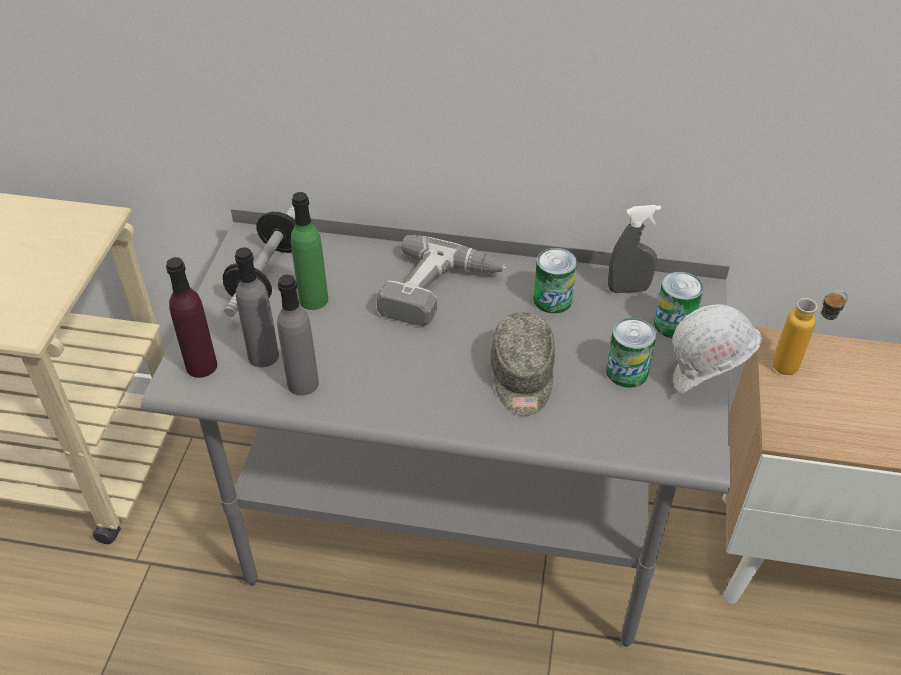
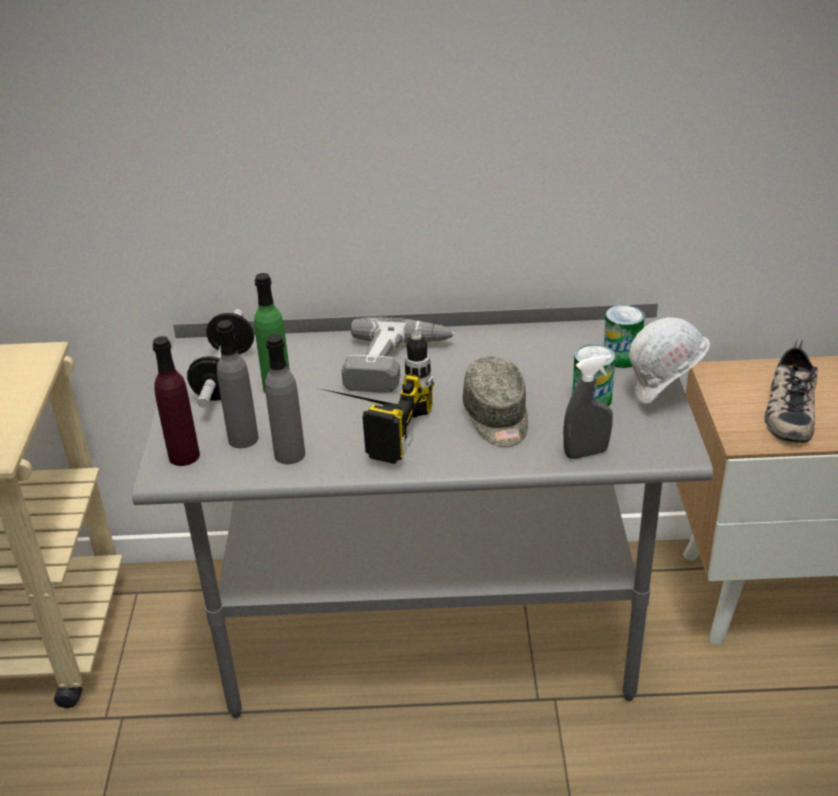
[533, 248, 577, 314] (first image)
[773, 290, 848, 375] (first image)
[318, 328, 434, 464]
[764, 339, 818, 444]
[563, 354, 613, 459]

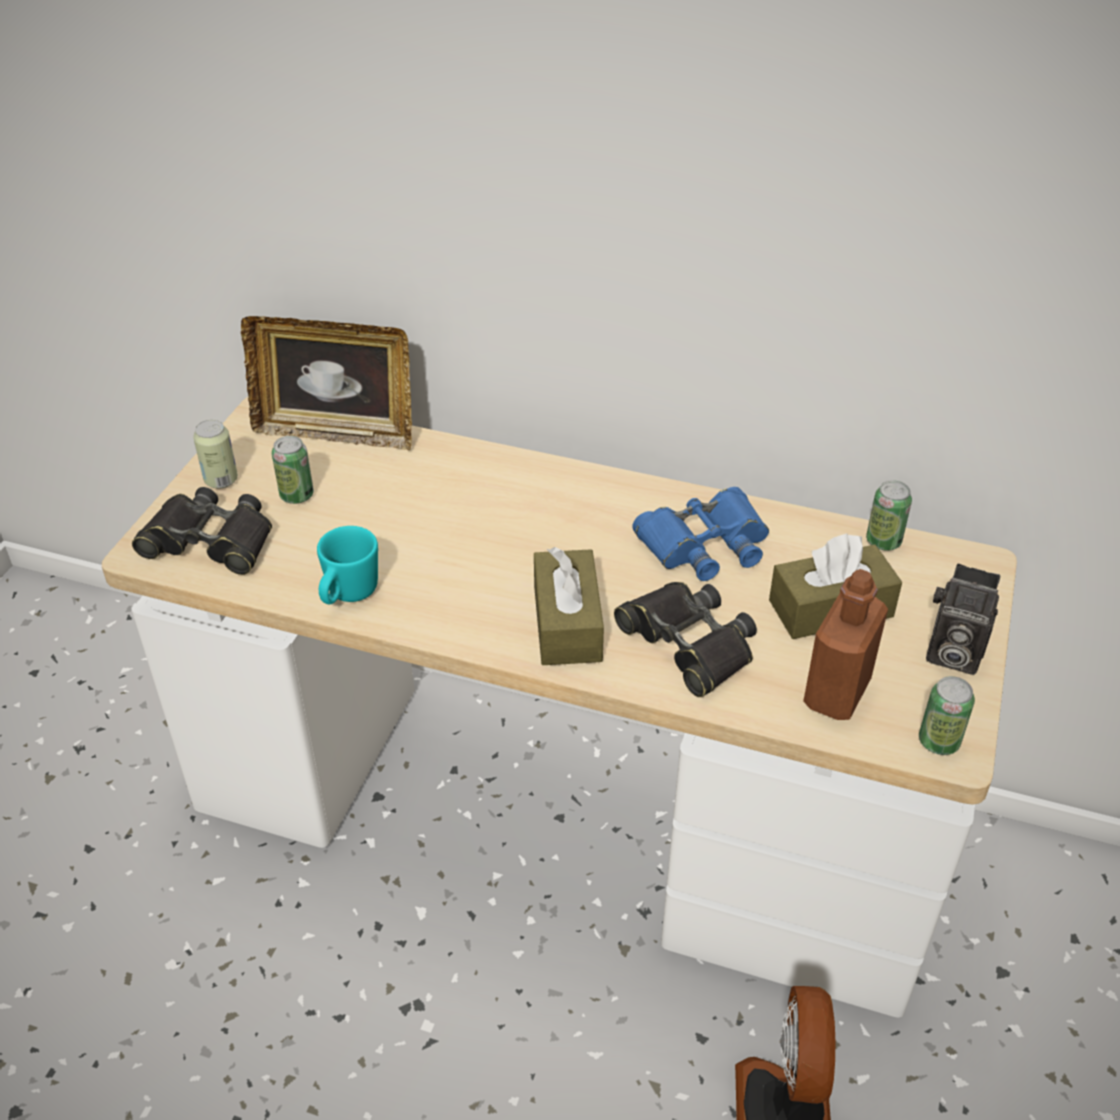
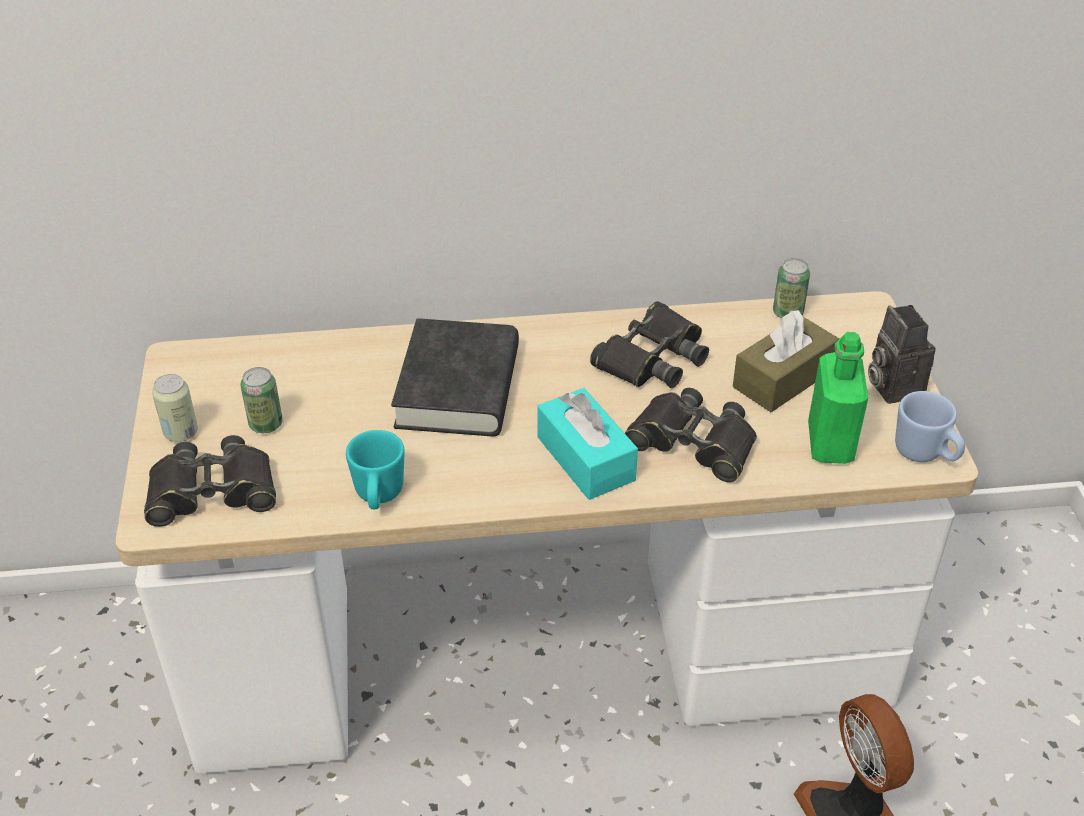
[241, 316, 412, 451] (first image)
[391, 318, 519, 436]
[895, 391, 965, 462]
[538, 388, 638, 500]
[590, 301, 709, 388]
[808, 332, 868, 464]
[868, 305, 936, 404]

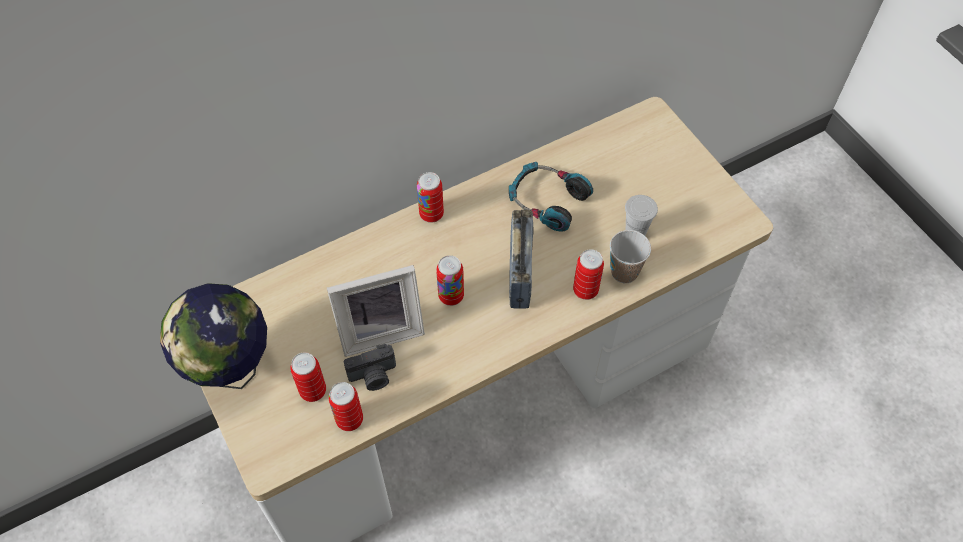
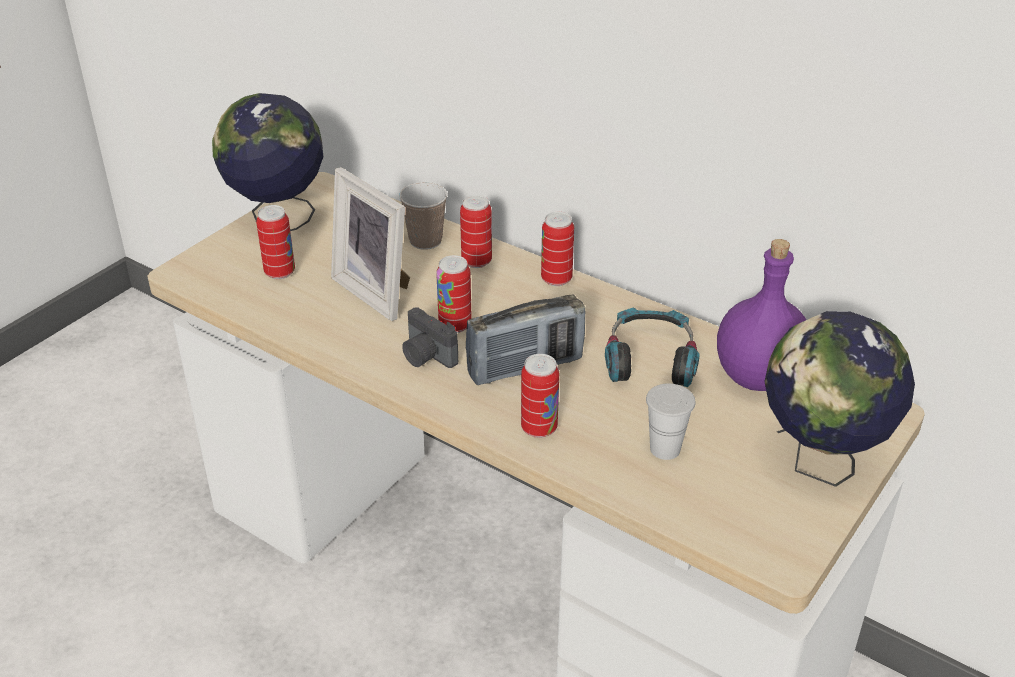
[717, 239, 806, 391]
[764, 311, 915, 487]
[460, 195, 492, 268]
[402, 307, 458, 368]
[399, 182, 448, 250]

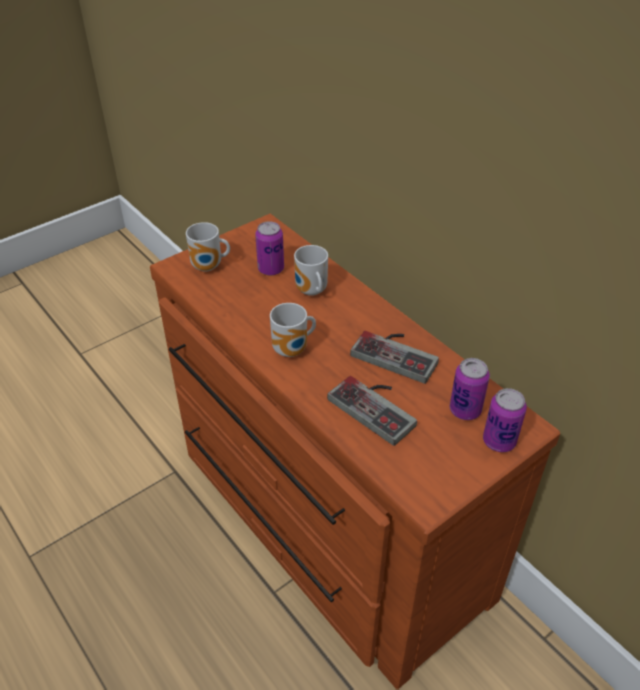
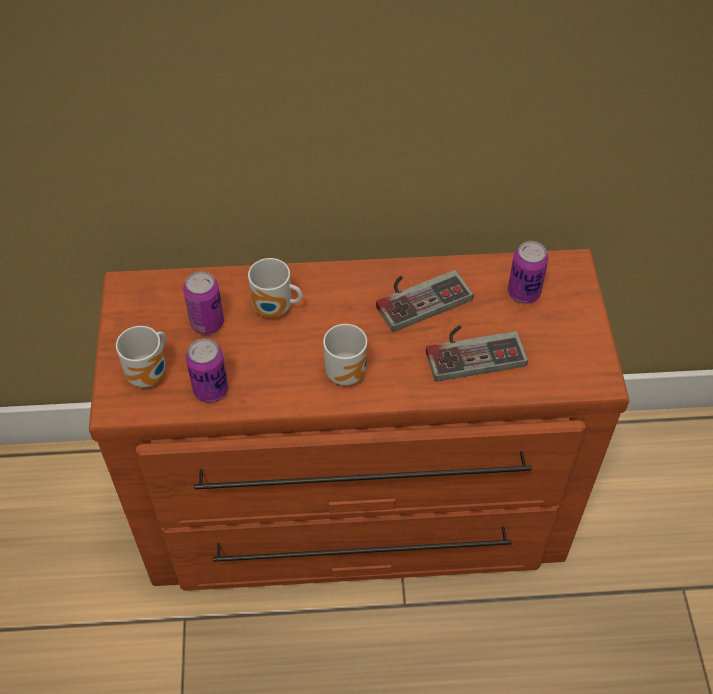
[186, 338, 228, 403]

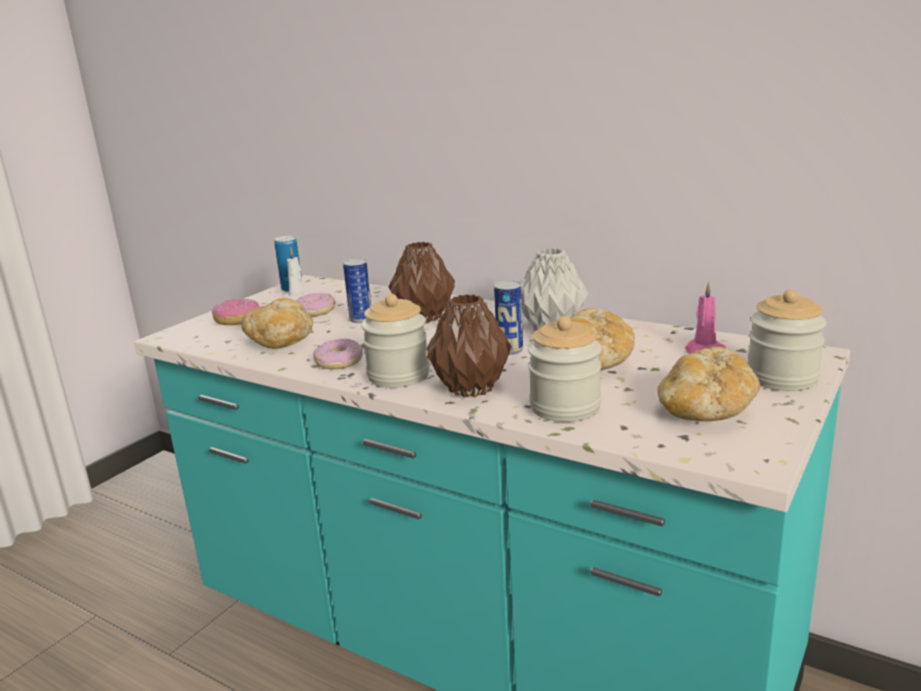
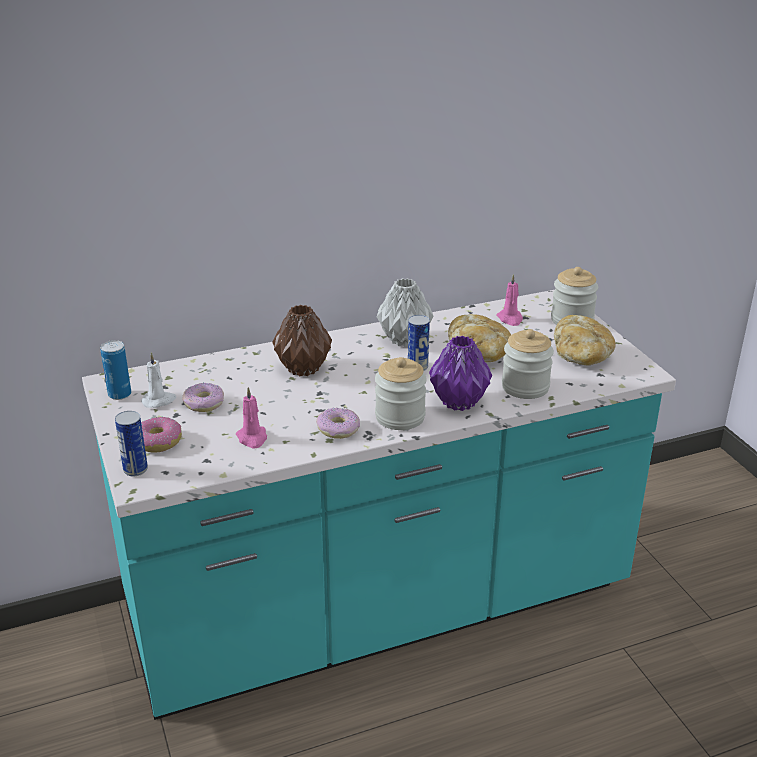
[115, 411, 148, 476]
[236, 387, 267, 448]
[429, 336, 492, 411]

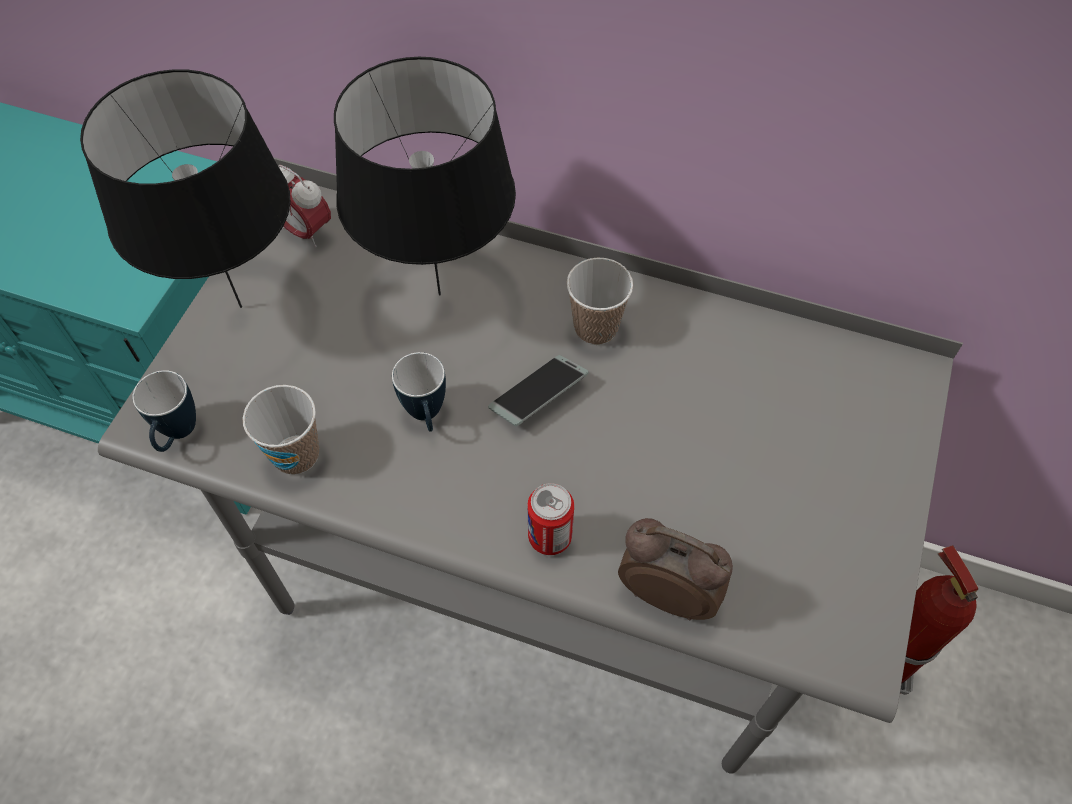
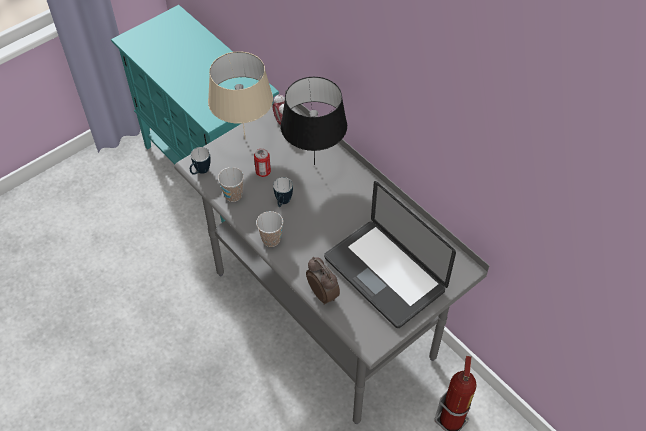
[488, 355, 589, 426] (first image)
[324, 181, 456, 328]
[254, 148, 271, 177]
[256, 211, 283, 247]
[208, 51, 273, 137]

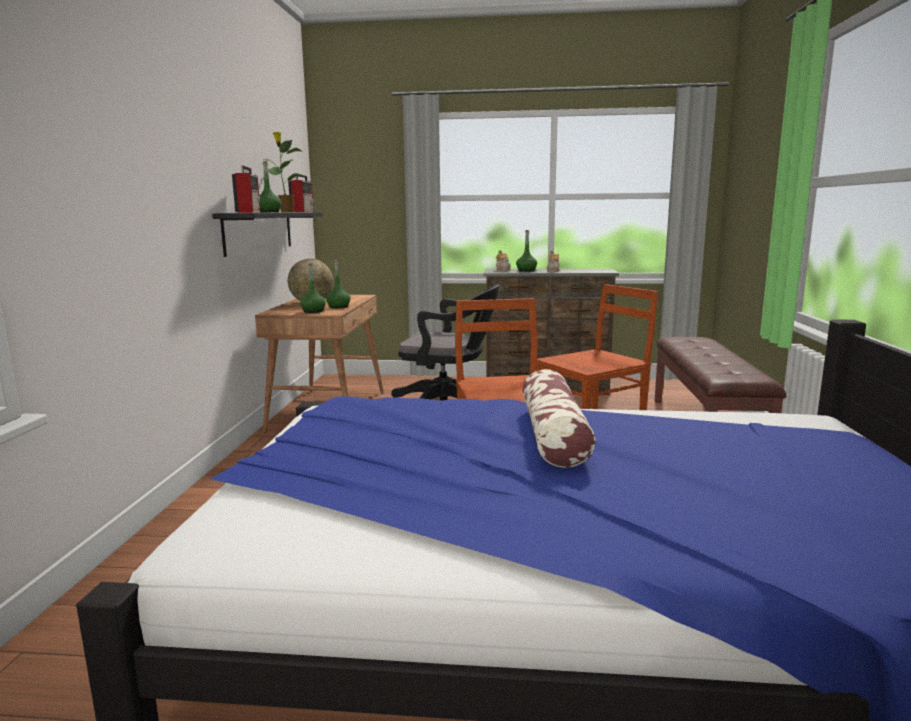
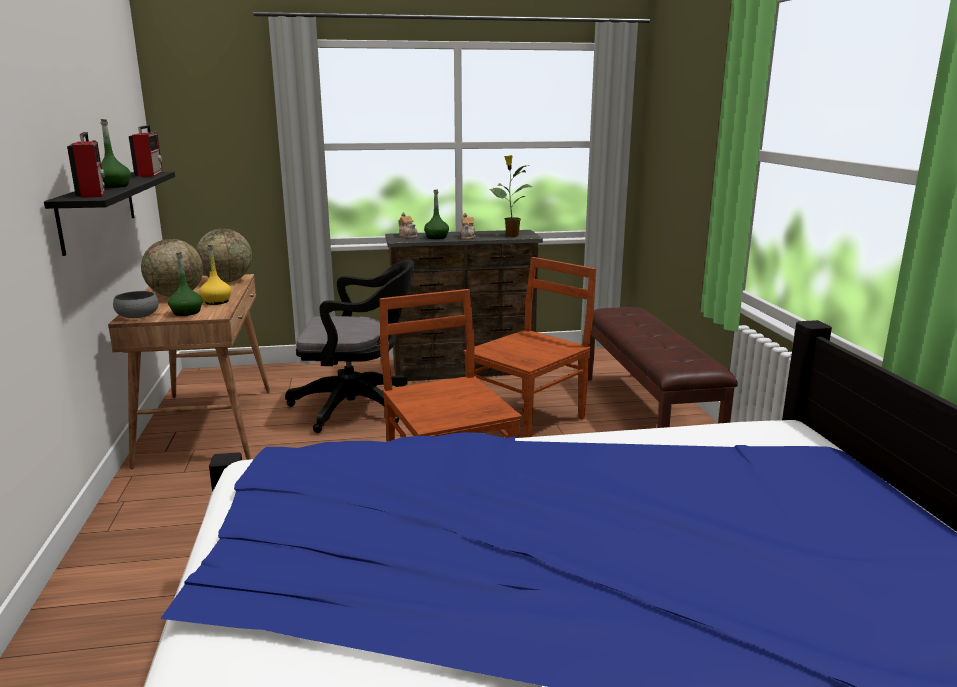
[523, 369, 595, 468] (first image)
[113, 291, 159, 318]
[196, 229, 252, 282]
[489, 155, 532, 237]
[199, 244, 232, 305]

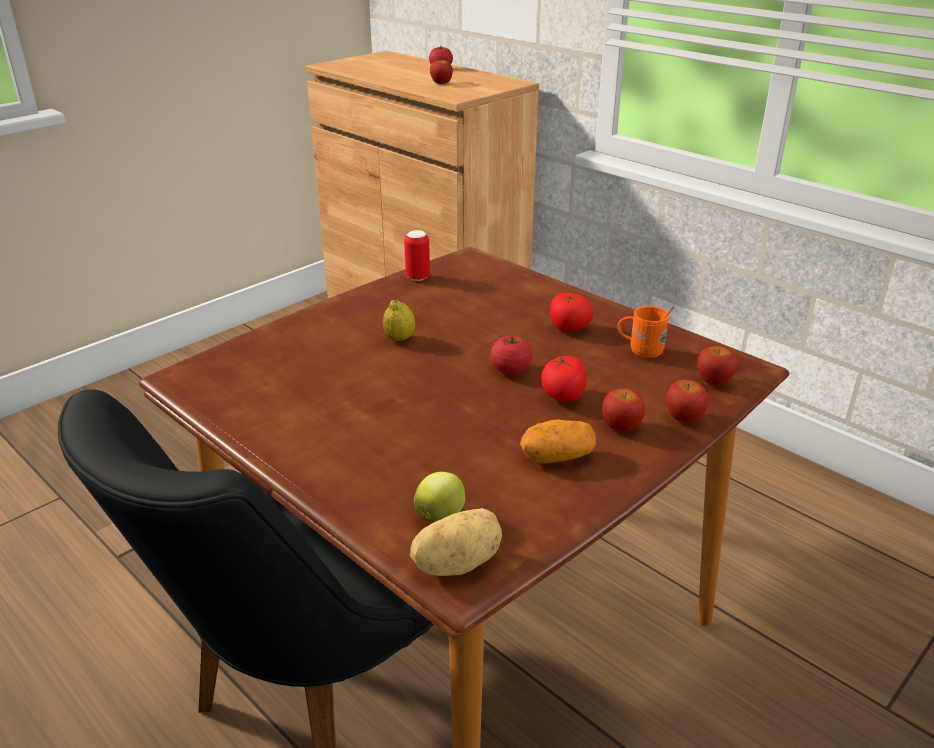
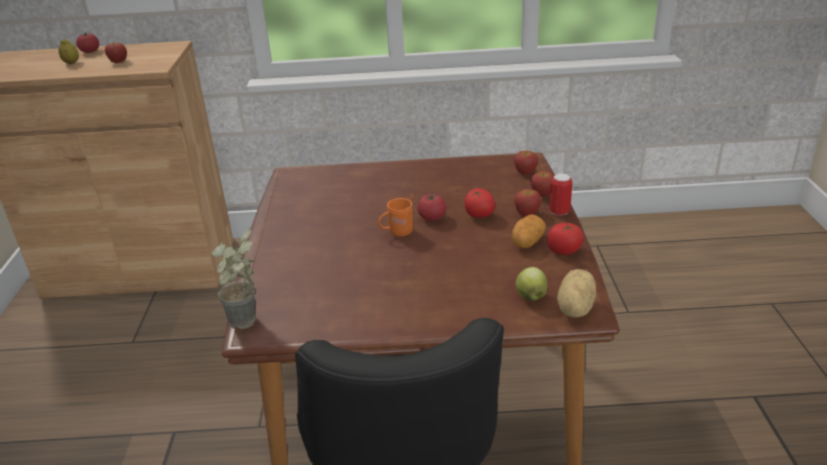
[211, 227, 256, 329]
[59, 39, 79, 64]
[549, 174, 572, 216]
[547, 223, 584, 255]
[378, 193, 413, 237]

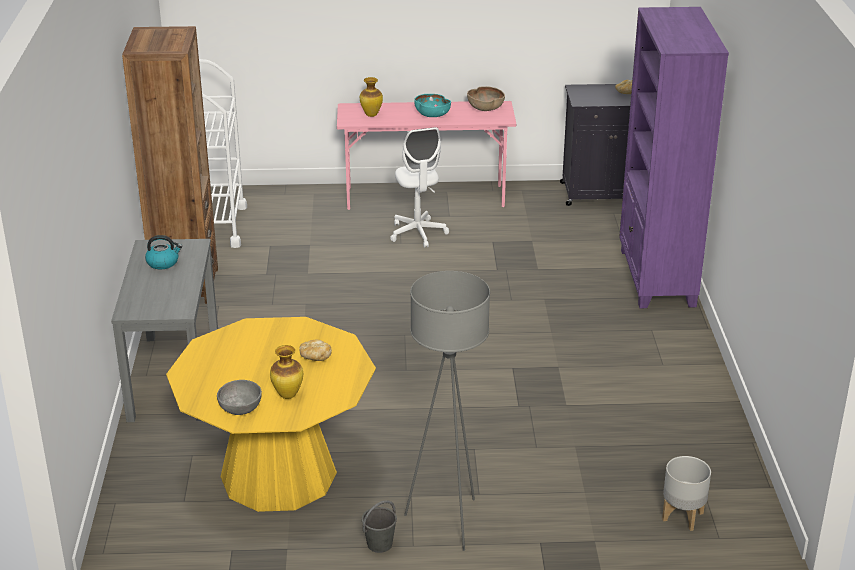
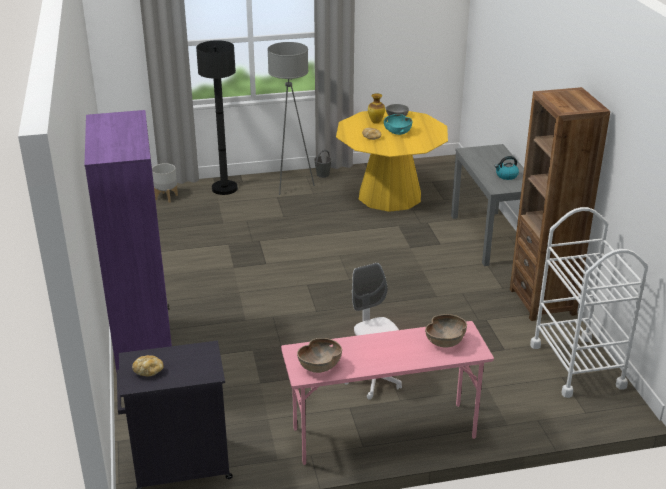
[196, 40, 238, 195]
[384, 114, 412, 135]
[425, 314, 467, 348]

